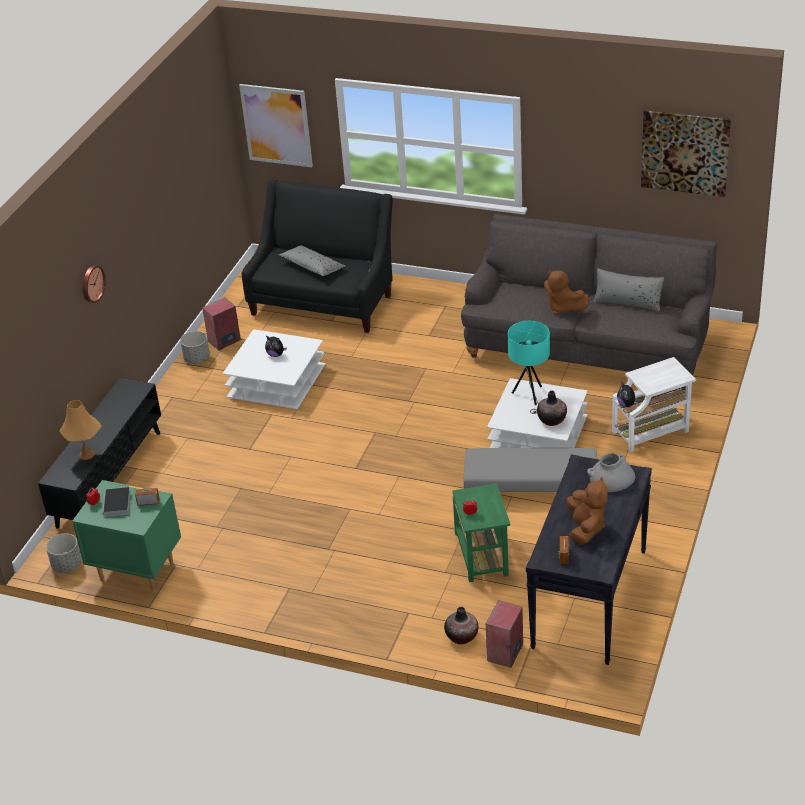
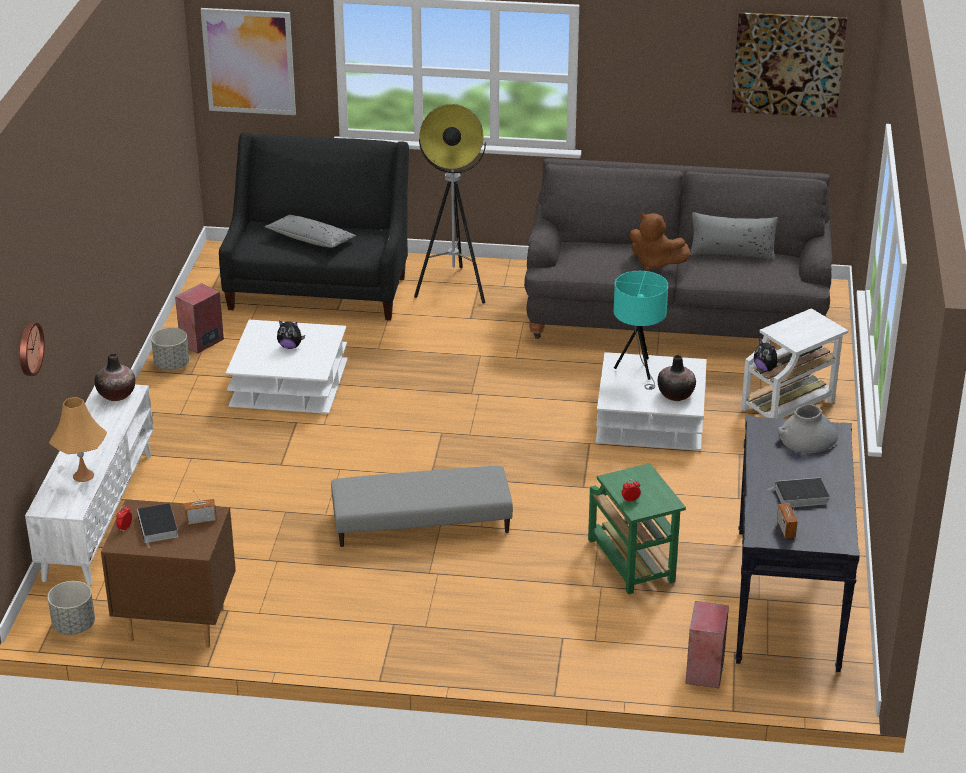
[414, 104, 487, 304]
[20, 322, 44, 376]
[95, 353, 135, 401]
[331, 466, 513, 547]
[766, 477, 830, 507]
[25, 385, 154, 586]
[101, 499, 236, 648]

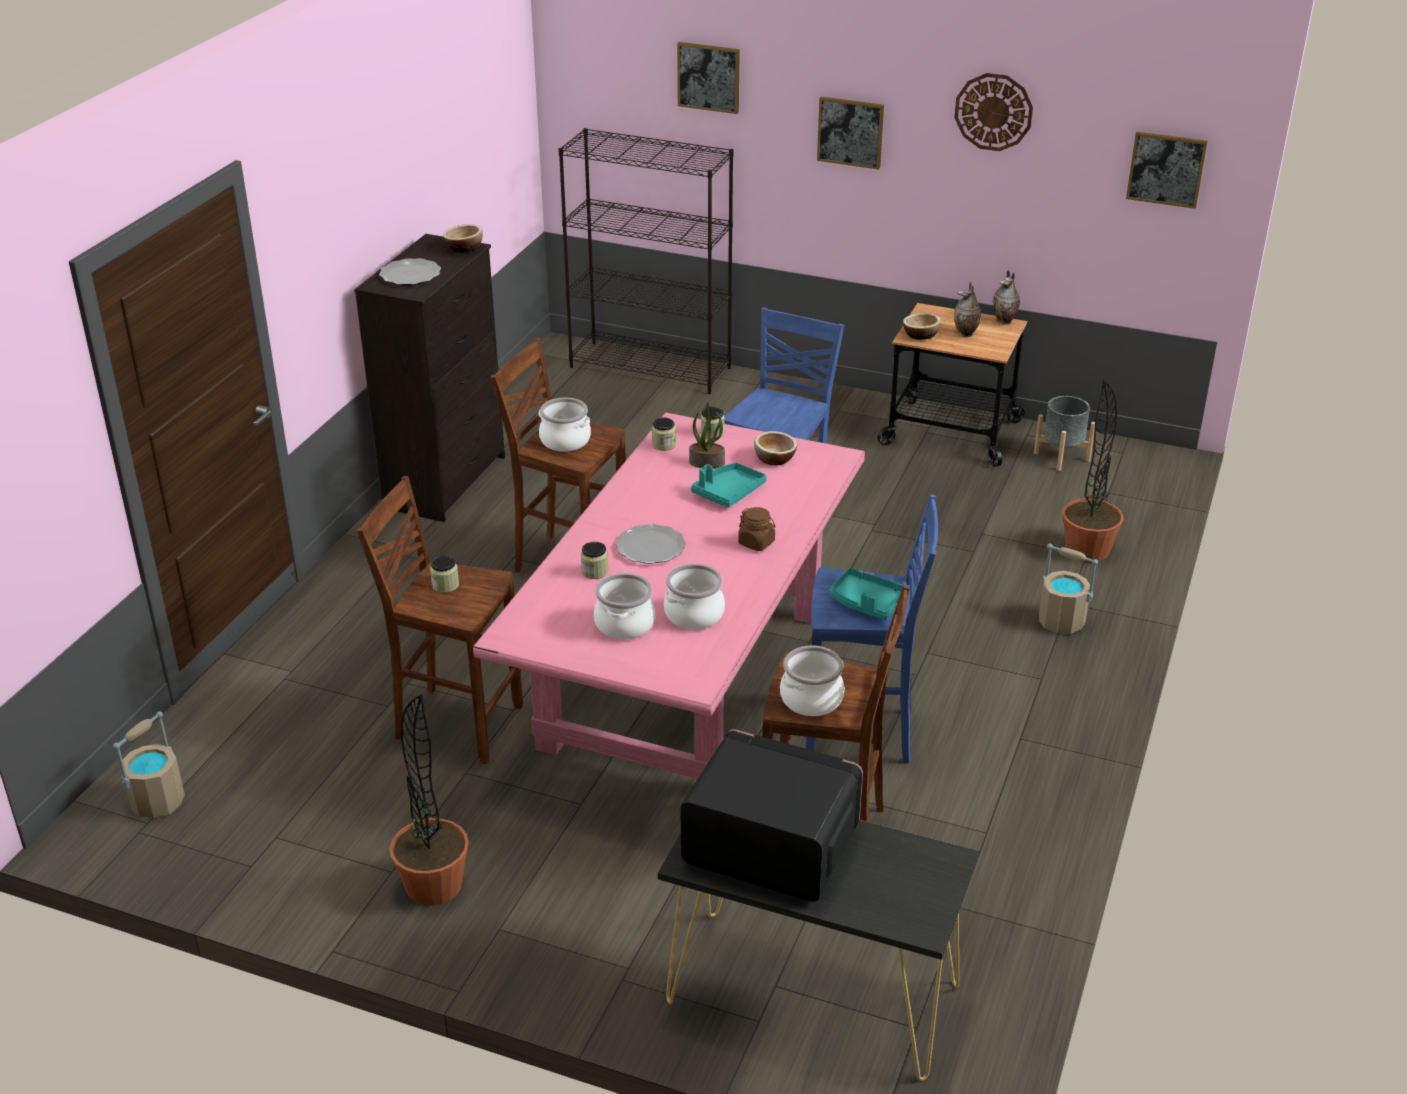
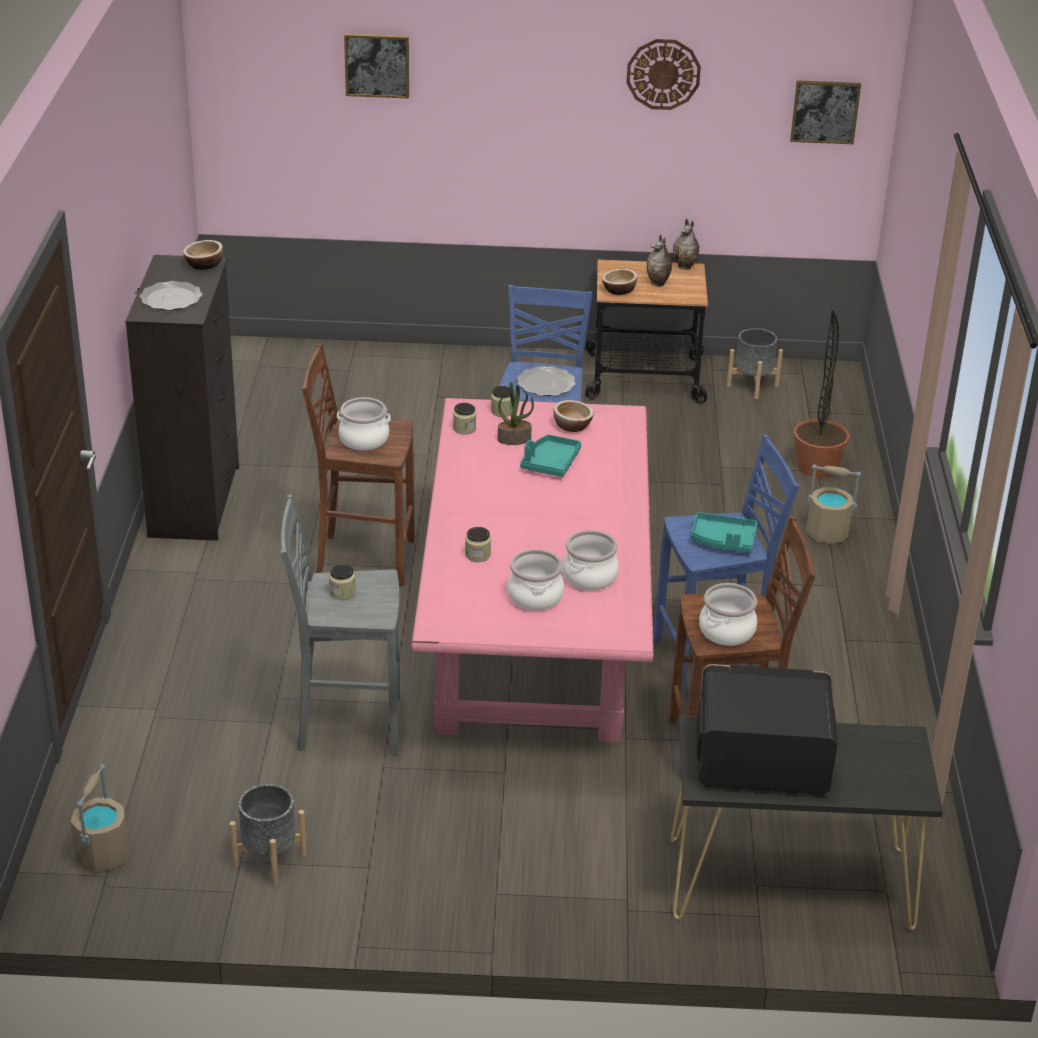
[390, 694, 469, 906] (first image)
[559, 128, 734, 394] (first image)
[738, 507, 776, 551] (first image)
[817, 97, 884, 169] (first image)
[229, 784, 306, 886]
[517, 366, 576, 396]
[281, 494, 400, 756]

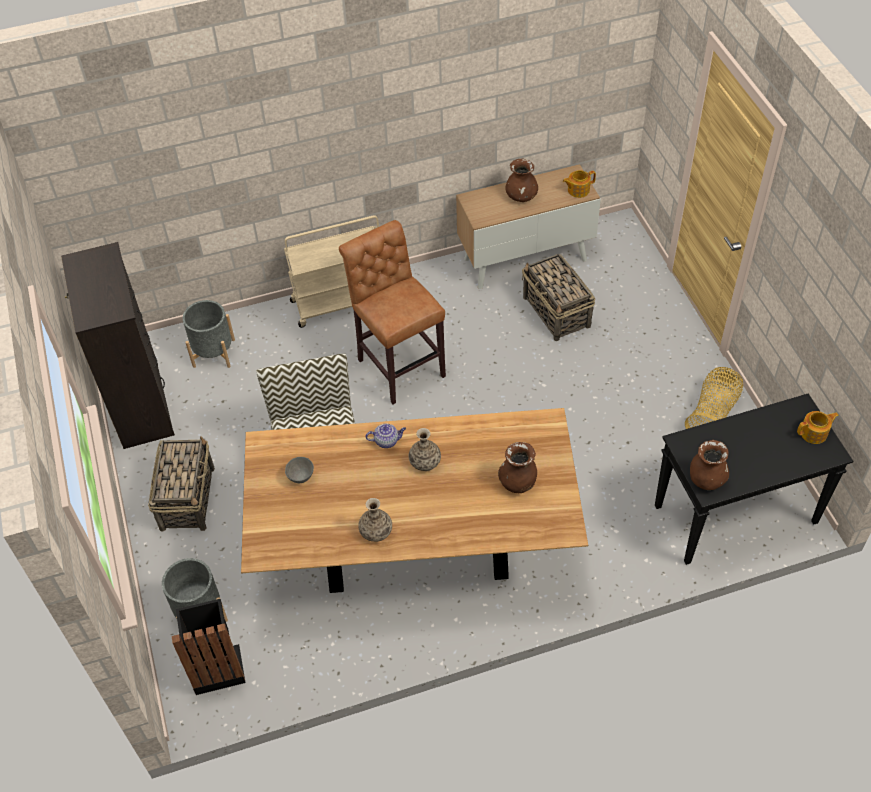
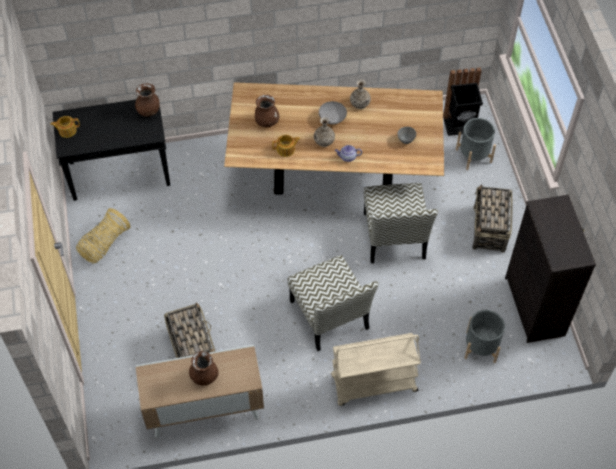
[319, 101, 347, 124]
[272, 135, 300, 157]
[288, 255, 379, 351]

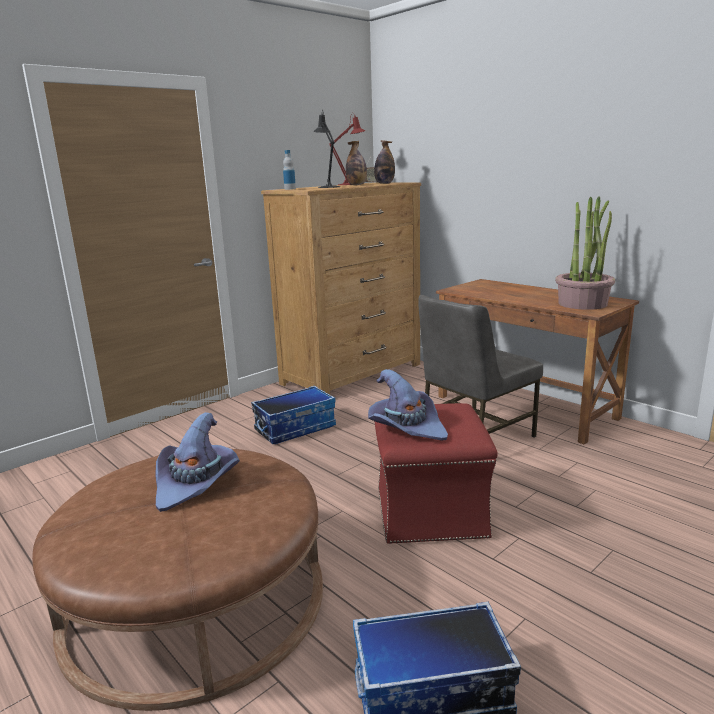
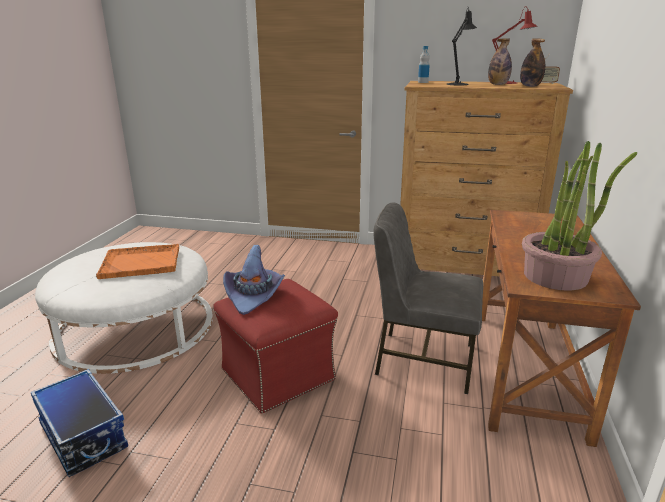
[251, 386, 336, 444] (first image)
[96, 244, 179, 279]
[35, 242, 213, 374]

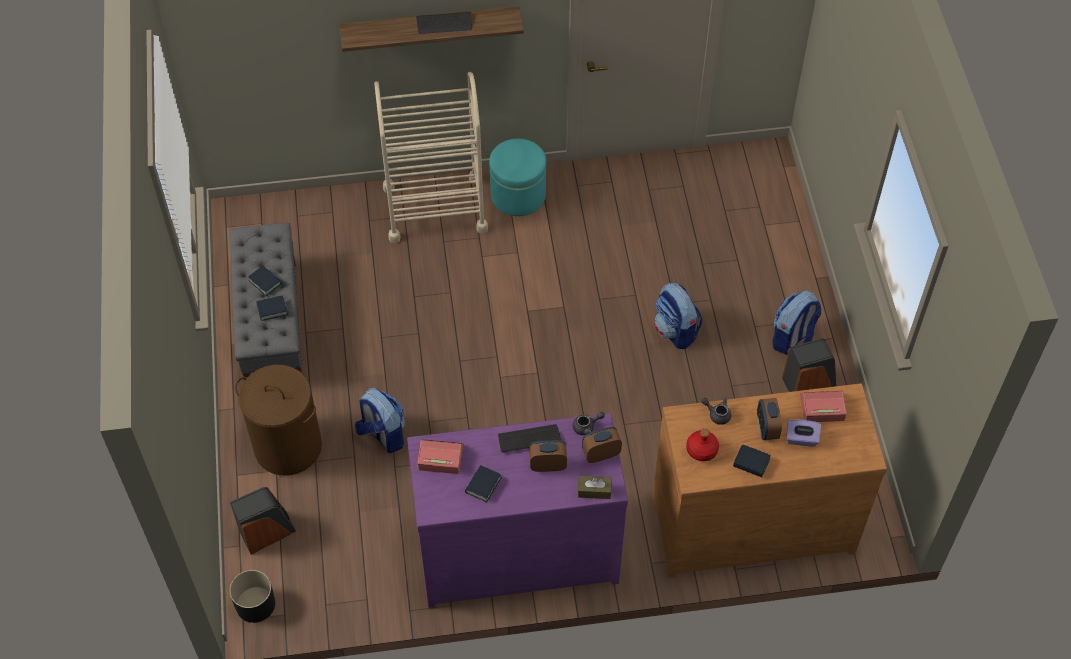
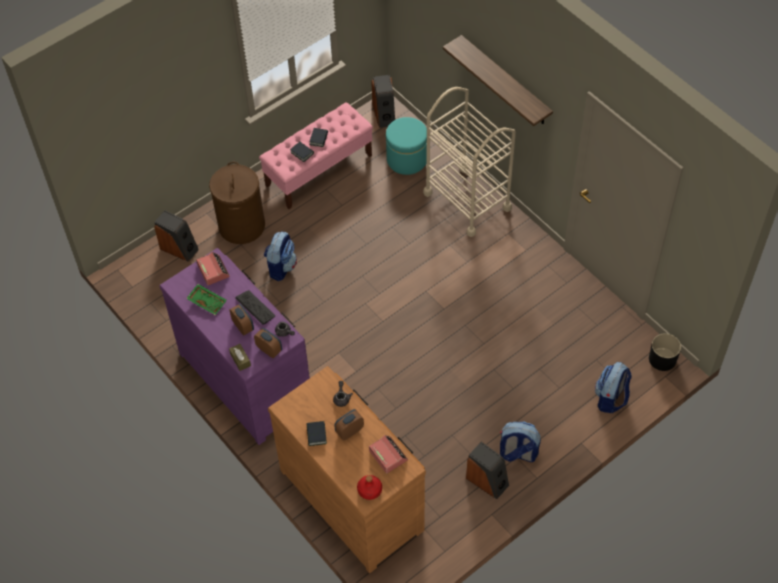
[416, 12, 472, 34] (first image)
[786, 419, 821, 447] (first image)
[371, 75, 395, 128]
[649, 333, 681, 371]
[386, 117, 427, 175]
[595, 362, 632, 413]
[357, 475, 382, 500]
[186, 284, 227, 315]
[259, 102, 373, 209]

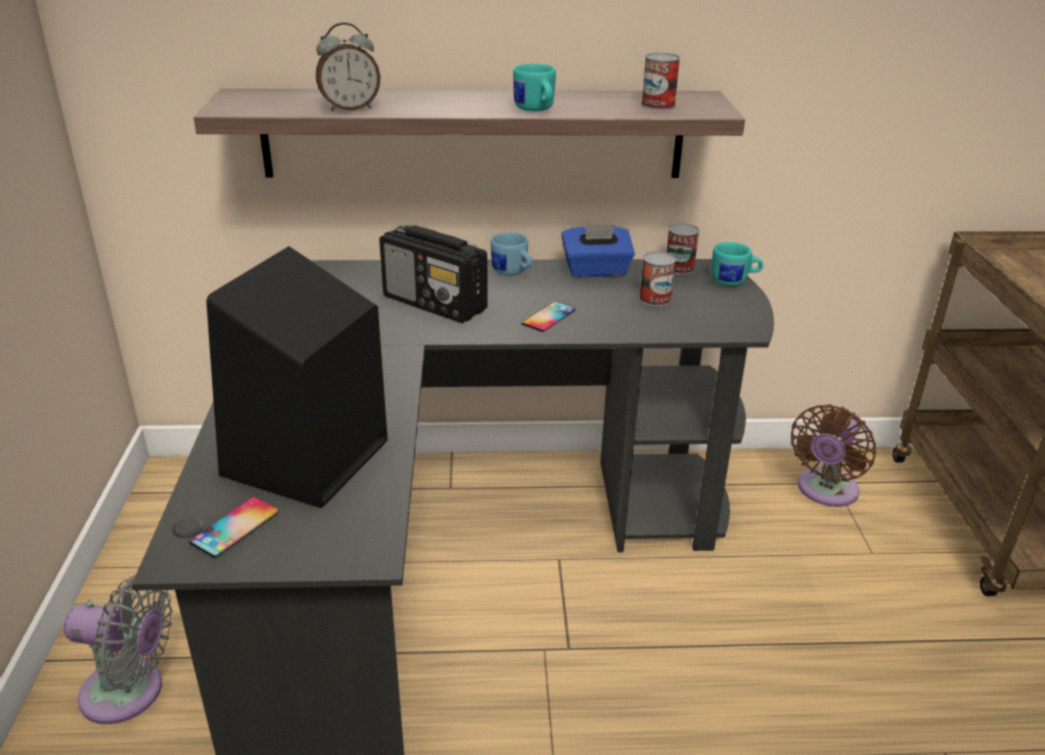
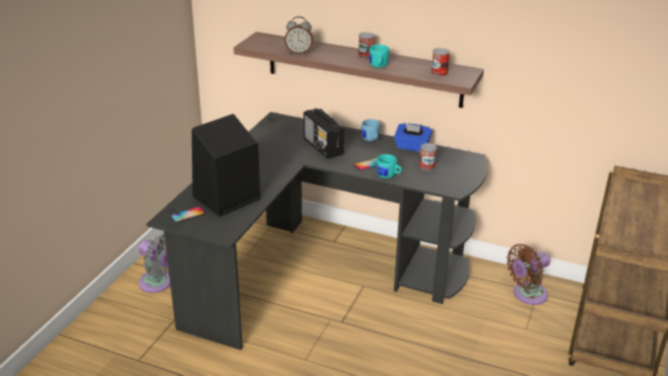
[358, 32, 375, 59]
[377, 154, 402, 178]

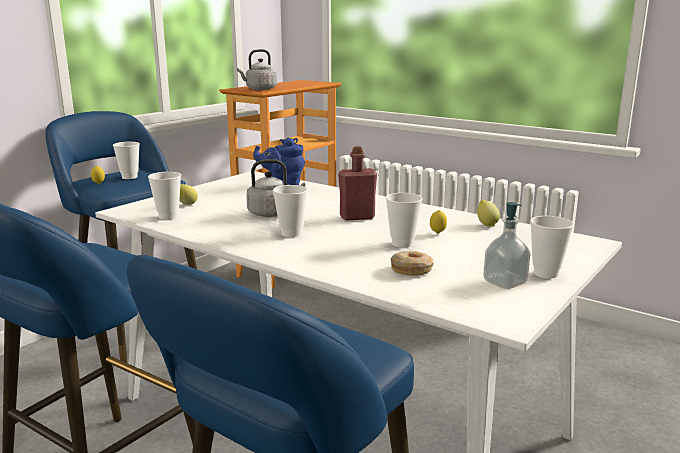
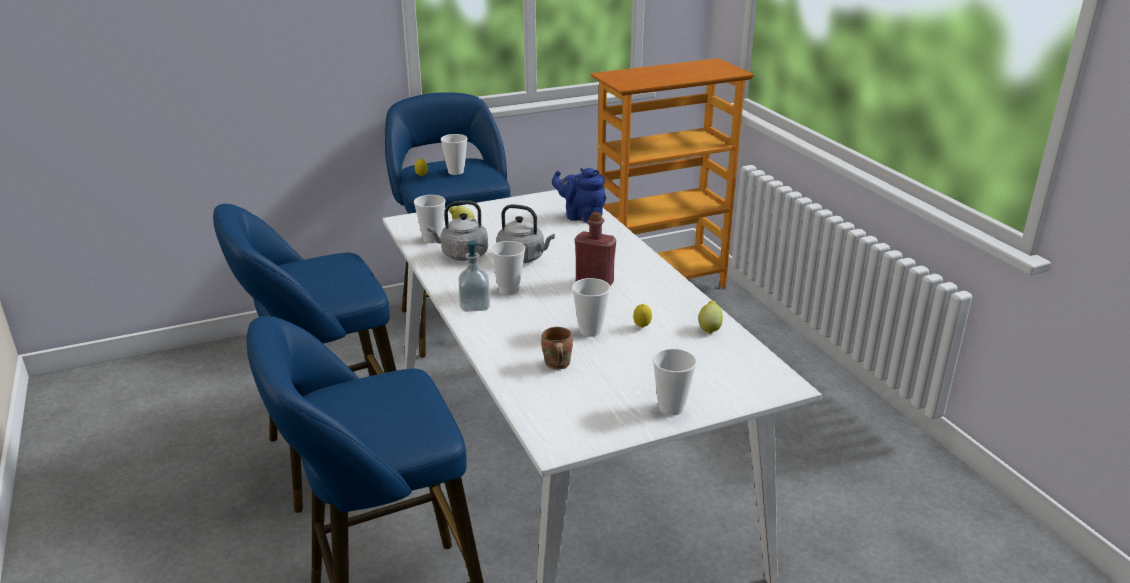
[427, 201, 488, 261]
[459, 241, 490, 312]
[541, 327, 573, 370]

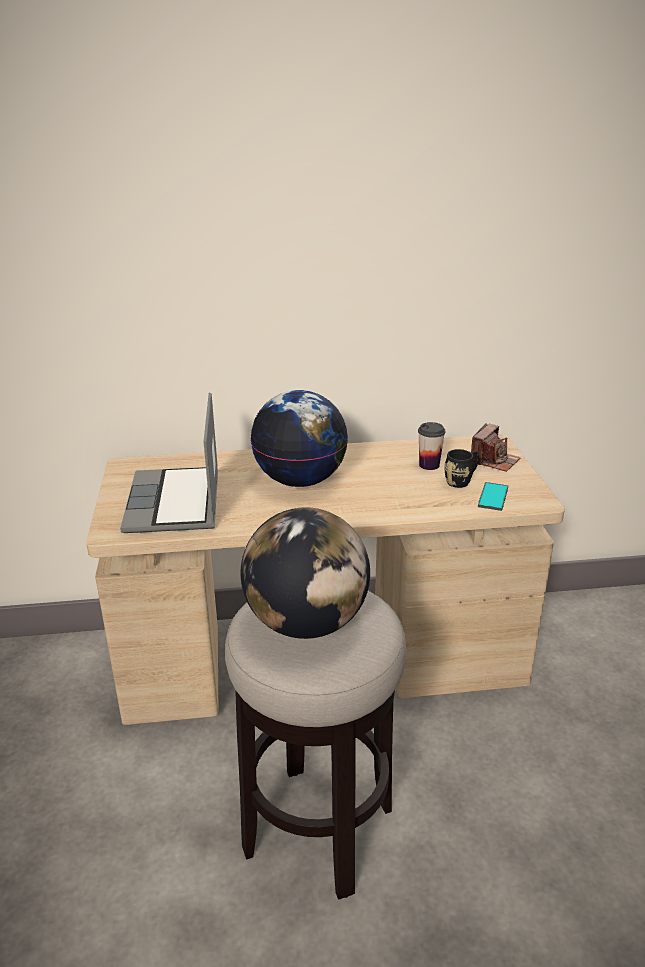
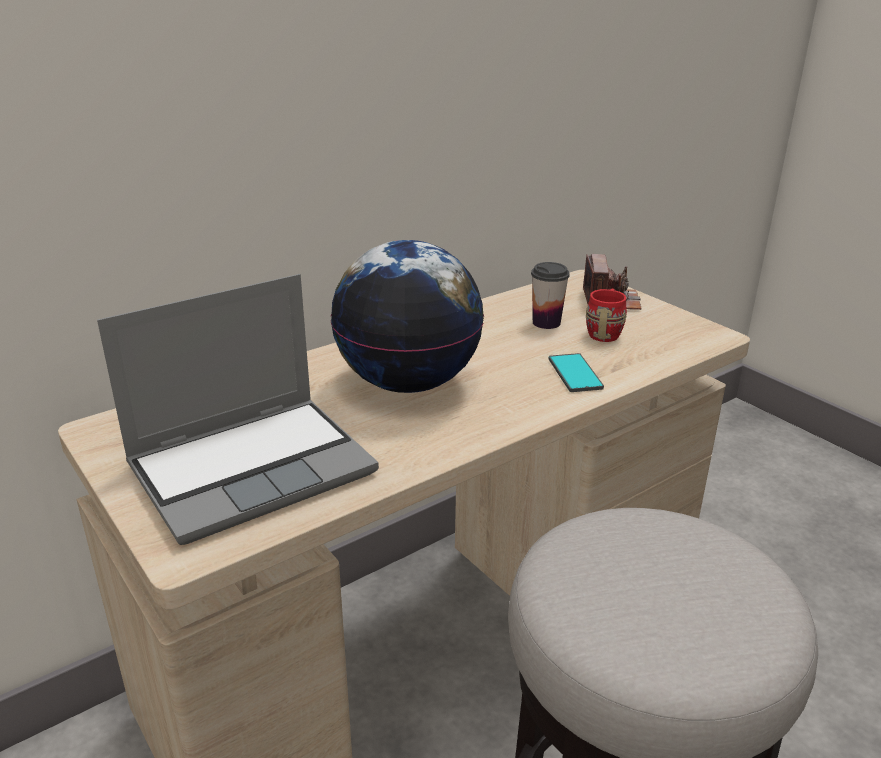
[241, 507, 370, 639] (first image)
[549, 353, 604, 392]
[586, 289, 627, 342]
[97, 274, 379, 545]

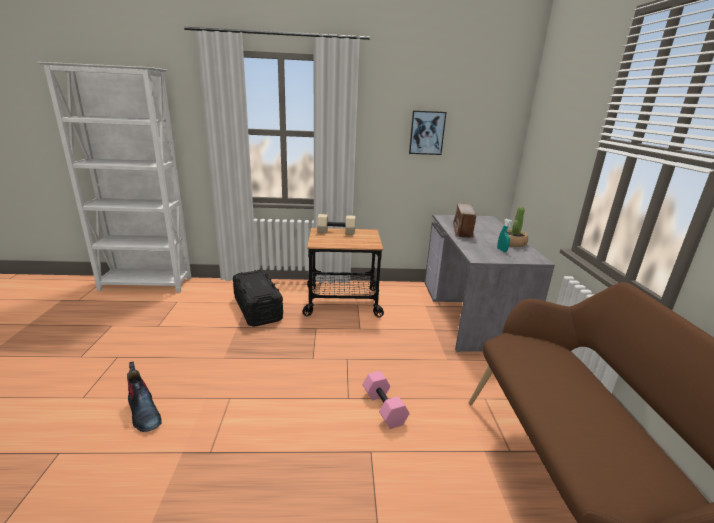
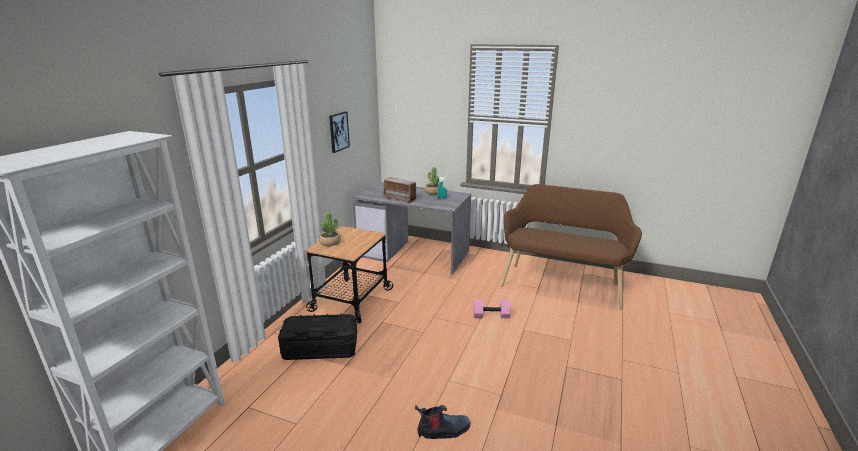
[319, 212, 341, 246]

